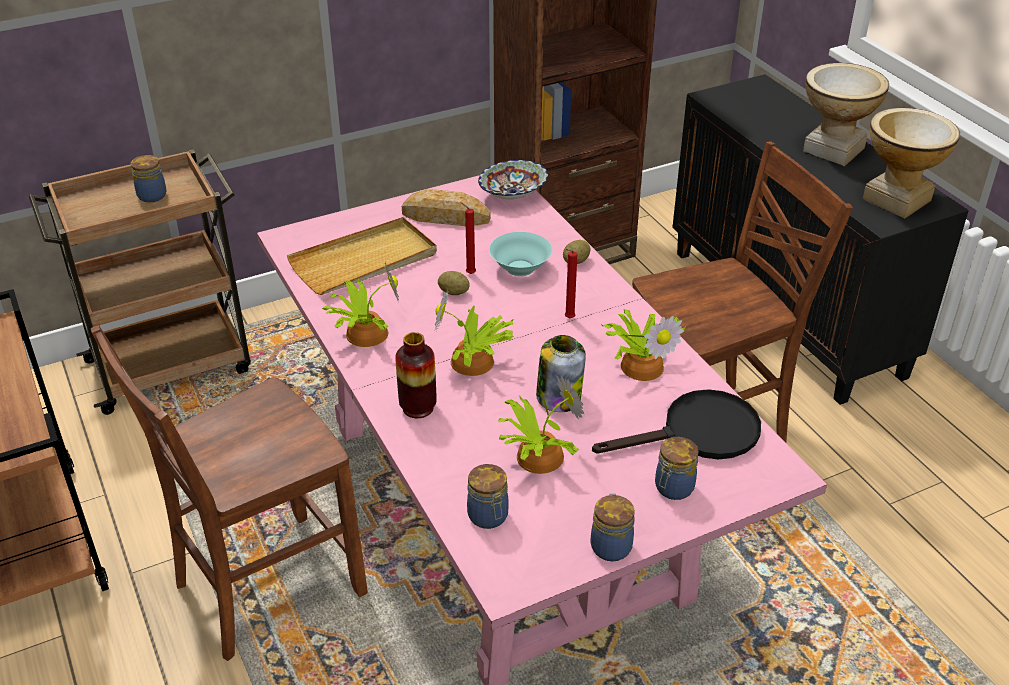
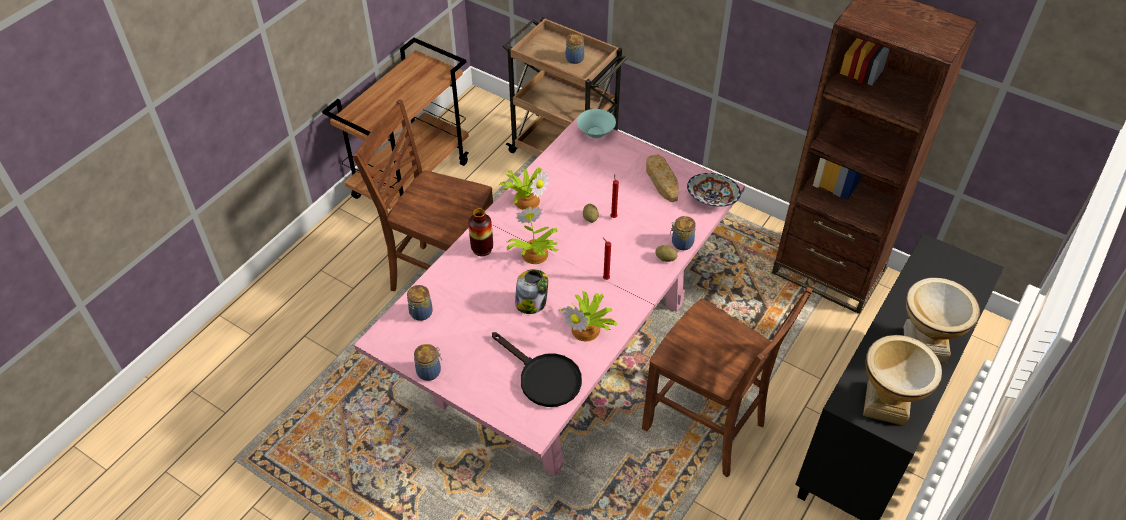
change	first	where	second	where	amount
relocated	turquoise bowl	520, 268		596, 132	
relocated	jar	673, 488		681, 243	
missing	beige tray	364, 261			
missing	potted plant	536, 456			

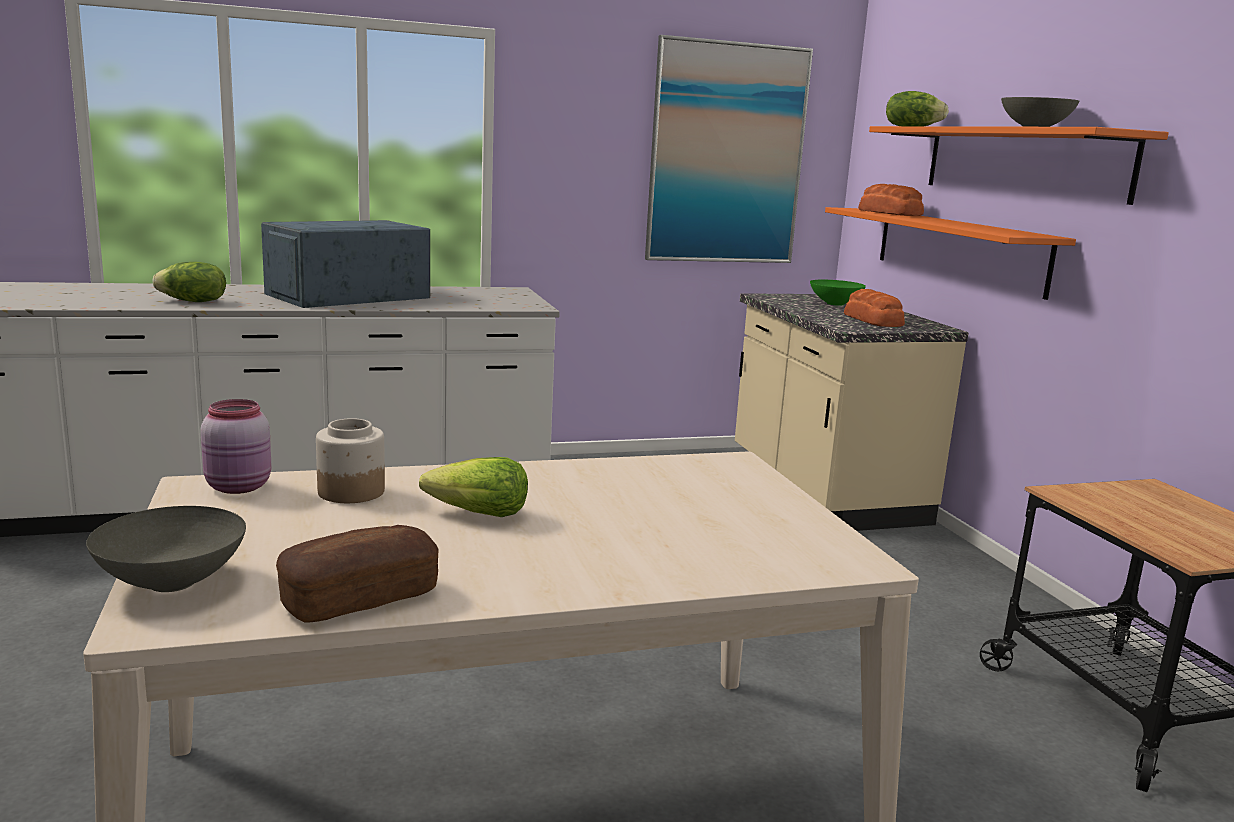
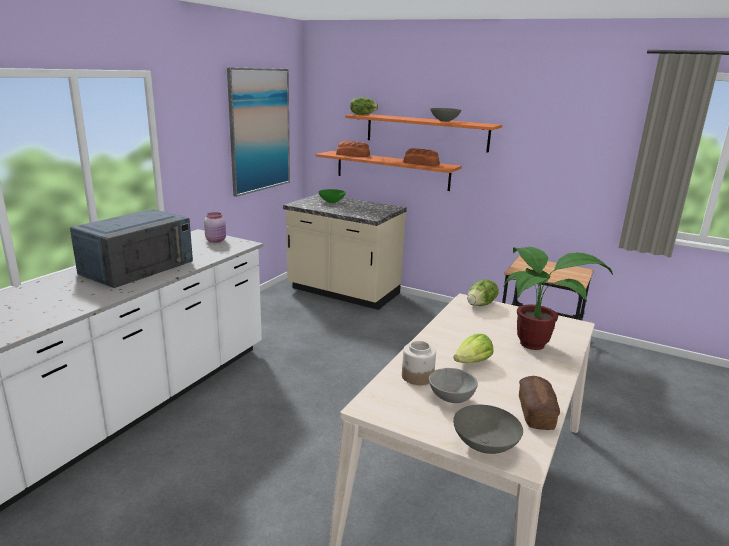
change	first	where	second	where	amount
spun	blue microwave	347, 296		138, 267	150 degrees counterclockwise
relocated	pink jar	240, 487		216, 240	
relocated	bread	873, 320		421, 163	
appeared			grey bowl	450, 399	
relocated	lettuce	193, 302		481, 304	
appeared			potted plant	537, 343	

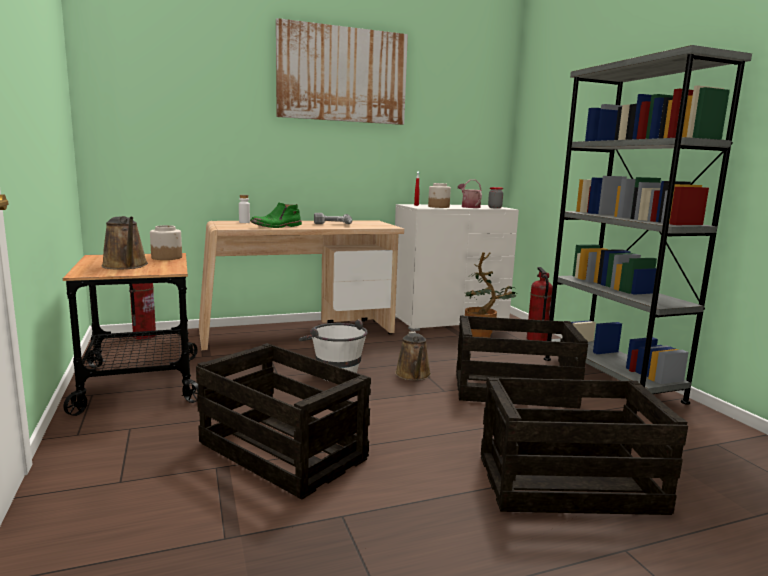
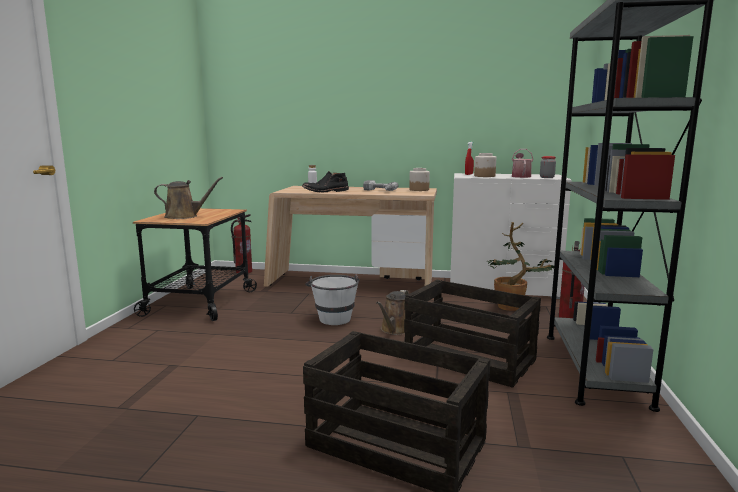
change	first	where	second	where	amount
spun	brown watering can	126, 266		184, 216	90 degrees counterclockwise
colour	green boot	277, 226	black boot	325, 191	
relocated	jar	167, 257		419, 190	
missing	crate	284, 451			
missing	picture	342, 75			

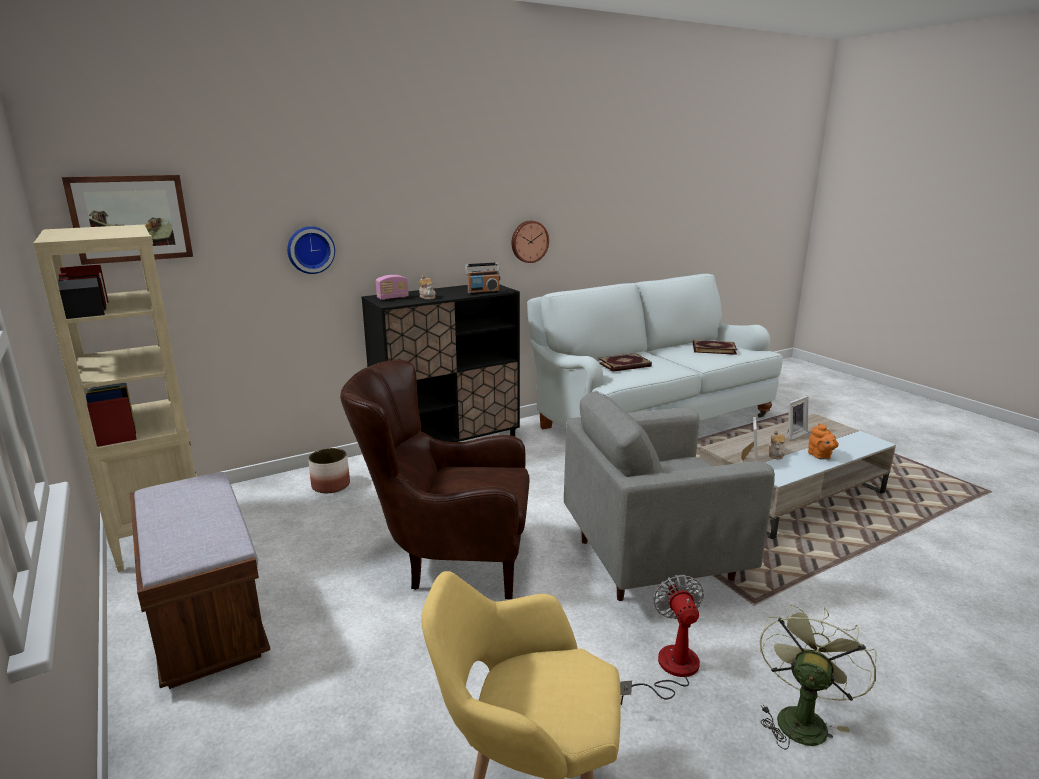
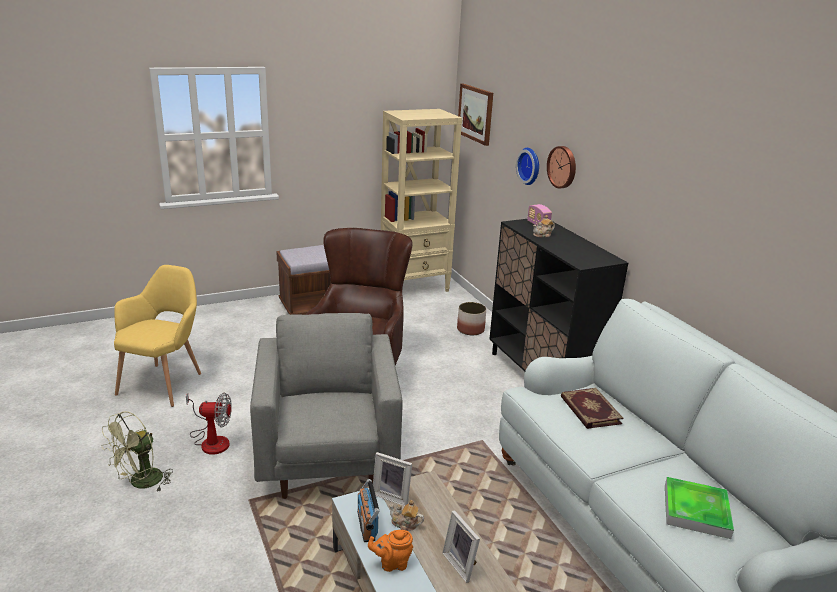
change	first	where	second	where	amount
spun	green fan	801, 717		141, 483	90 degrees clockwise
relocated	radio	483, 292		367, 525	
relocated	wall clock	529, 241		563, 167	
exchanged	book	714, 349	tray	696, 511	

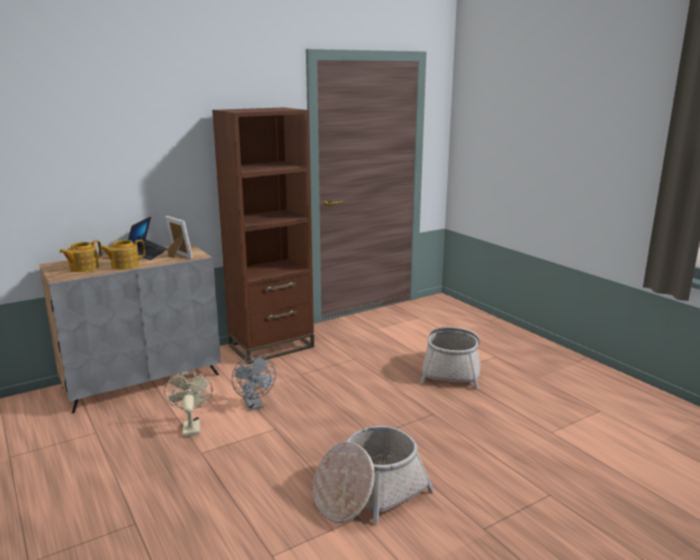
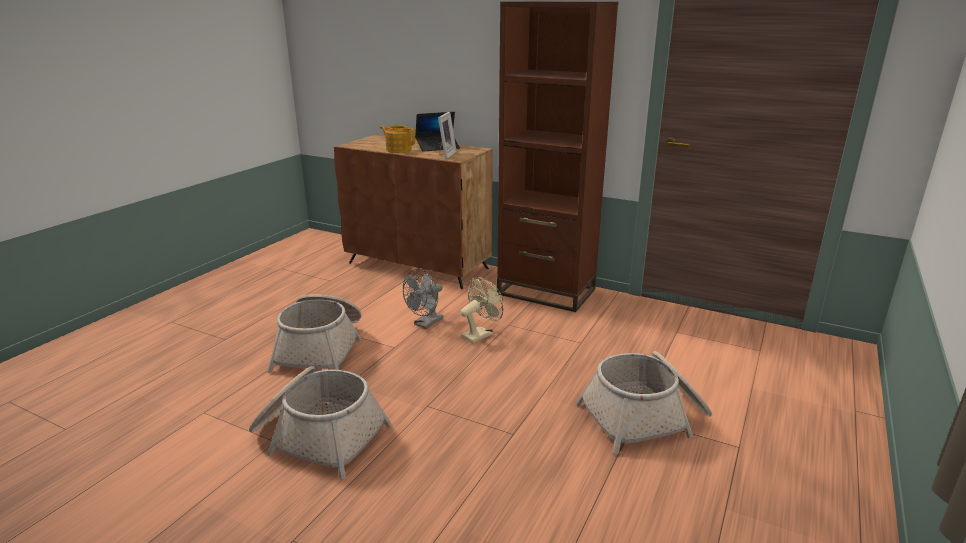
change	first	where	second	where	amount
appeared			basket	321, 348	
colour	grey cabinet	143, 380	brown cabinet	419, 266	
relocated	beige fan	191, 426		480, 334	
missing	teapot	83, 268			

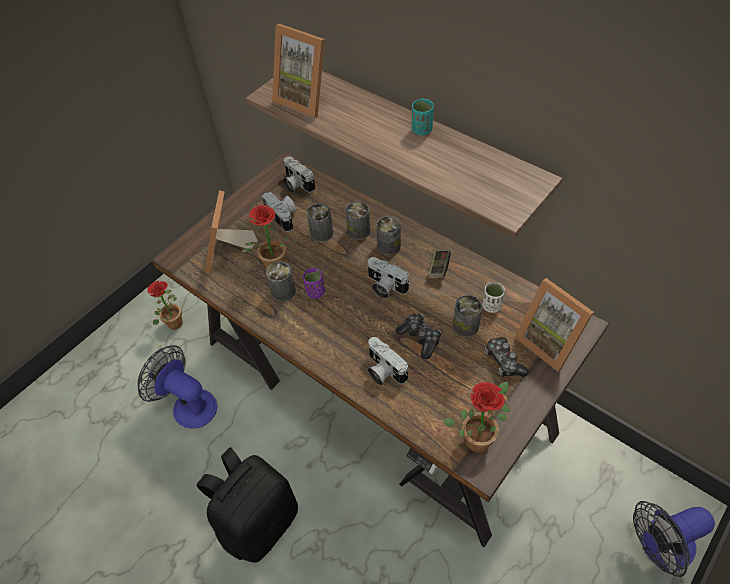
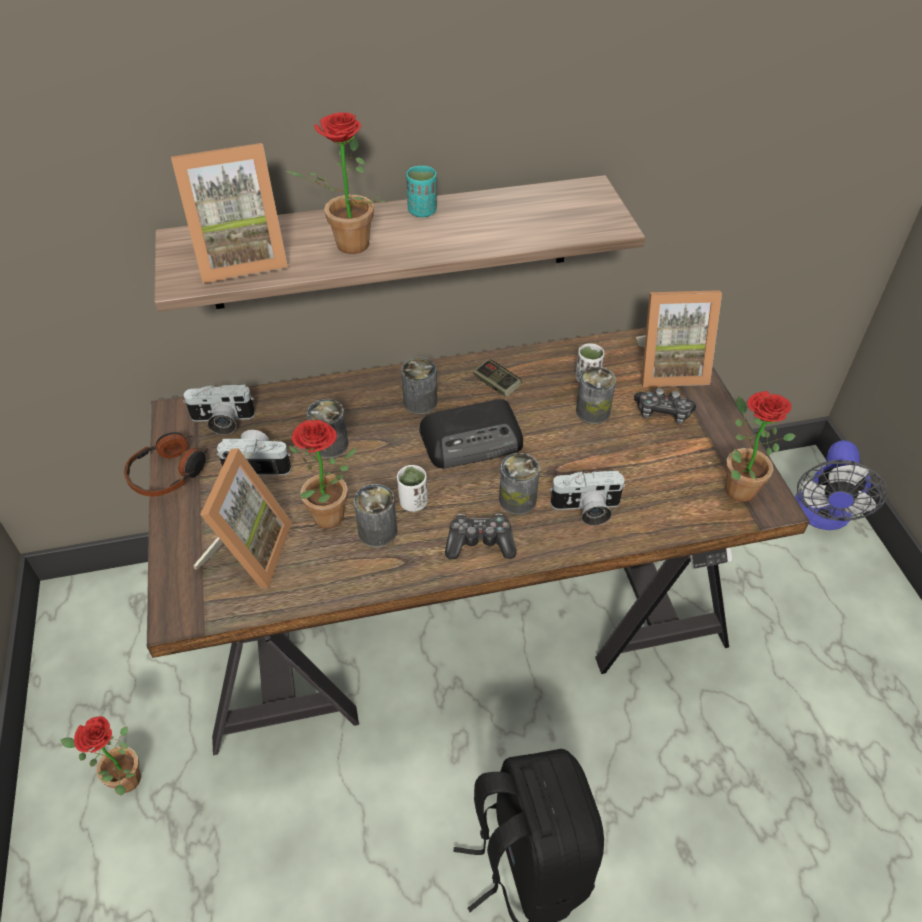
change	first	where	second	where	amount
appeared			headphones	169, 473	
spun	picture frame	228, 253		248, 552	120 degrees counterclockwise
appeared			potted plant	346, 247	
colour	purple cup	315, 292	white cup	413, 502	
exchanged	photo camera	384, 287	radio	473, 440	
relocated	game controller	420, 338		480, 543	
relocated	can	359, 231		517, 500	
missing	fan	188, 404			

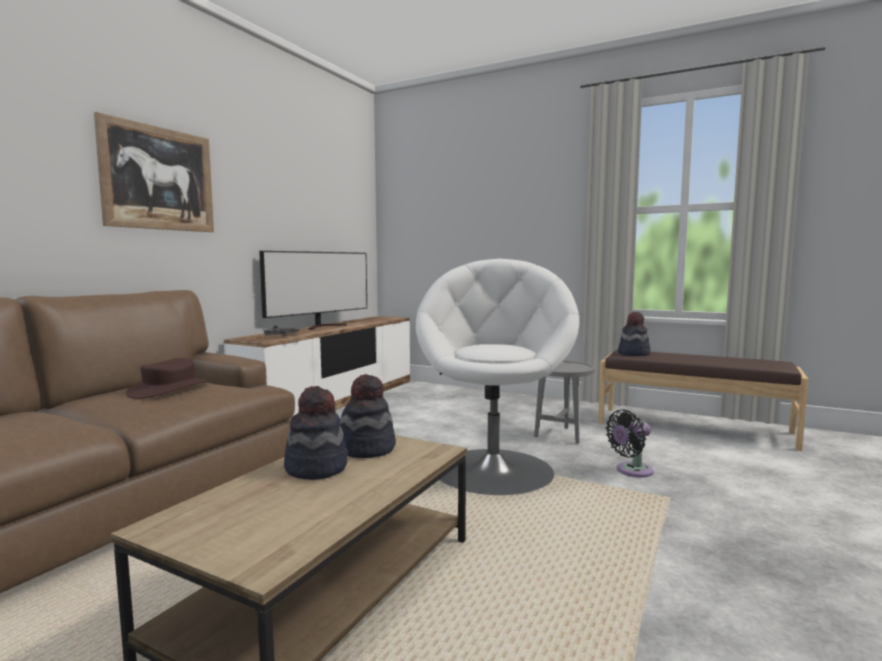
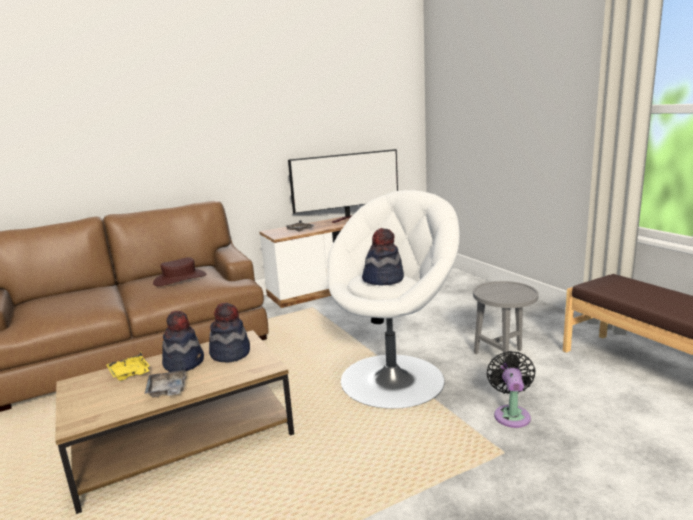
change	first	where	second	where	amount
appeared			yellow tray	130, 374	
appeared			grey tray	167, 390	
relocated	hat	633, 354		383, 279	
spun	black fan	631, 471		511, 414	90 degrees clockwise
missing	picture	159, 178			

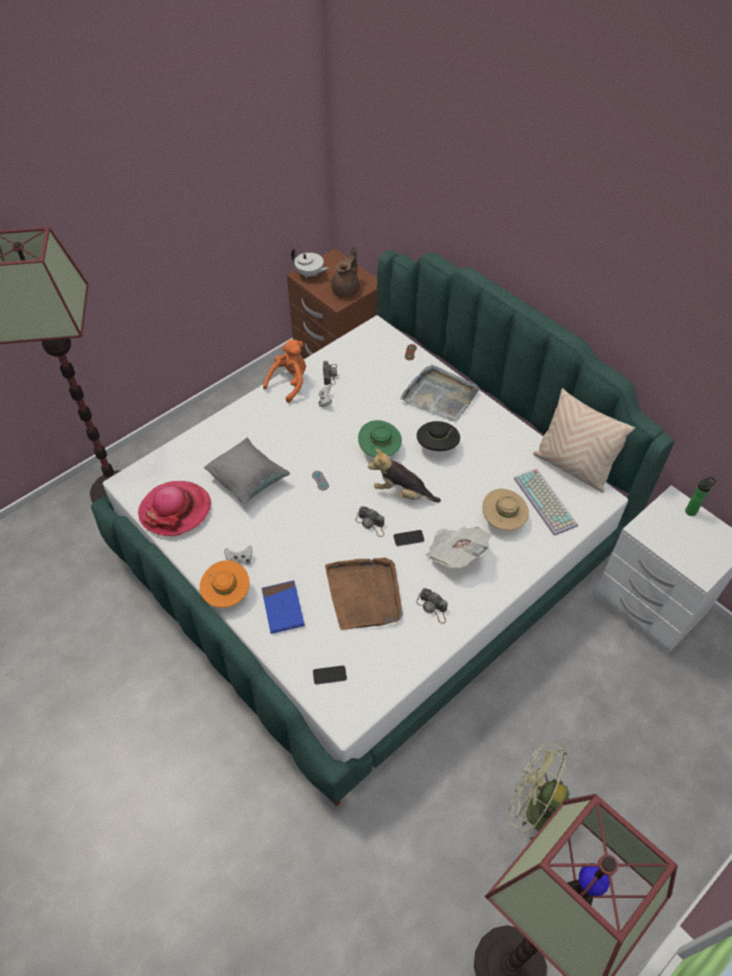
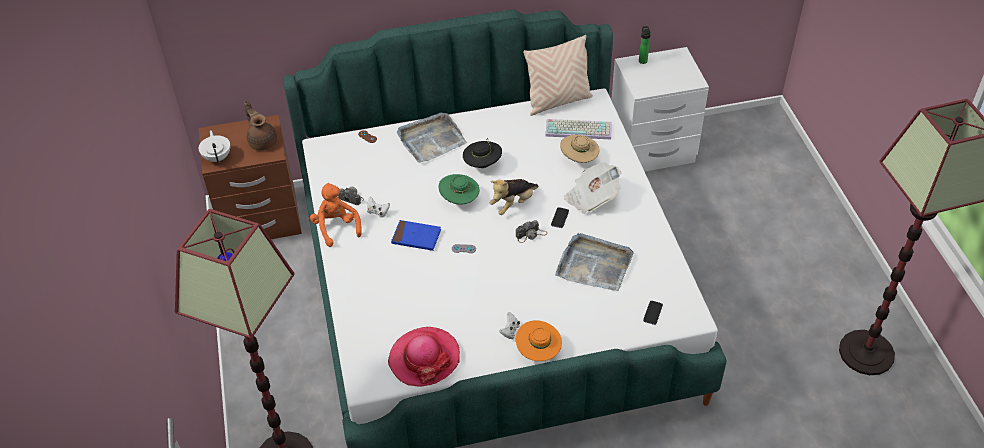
change	first	where	second	where	amount
spun	white teapot	310, 274		217, 157	75 degrees counterclockwise
relocated	blue book	283, 608		416, 237	
colour	brown tray	364, 594	grey tray	594, 265	
missing	grey pillow	248, 481			
missing	photo camera	432, 608			
missing	green fan	535, 811			

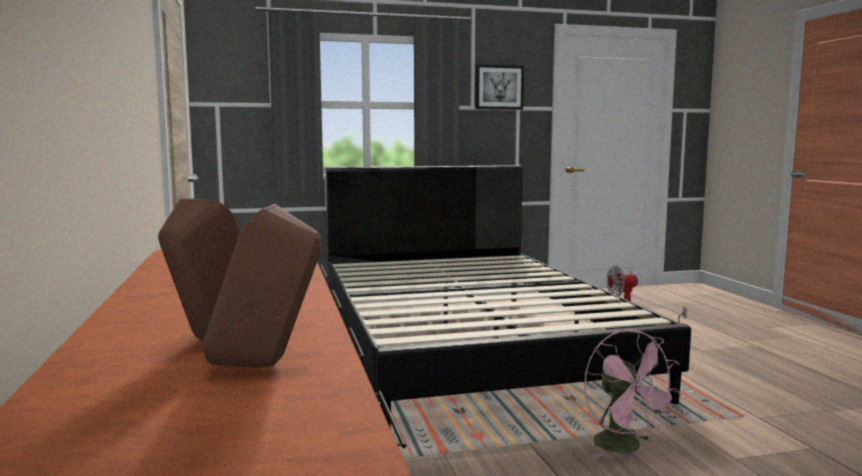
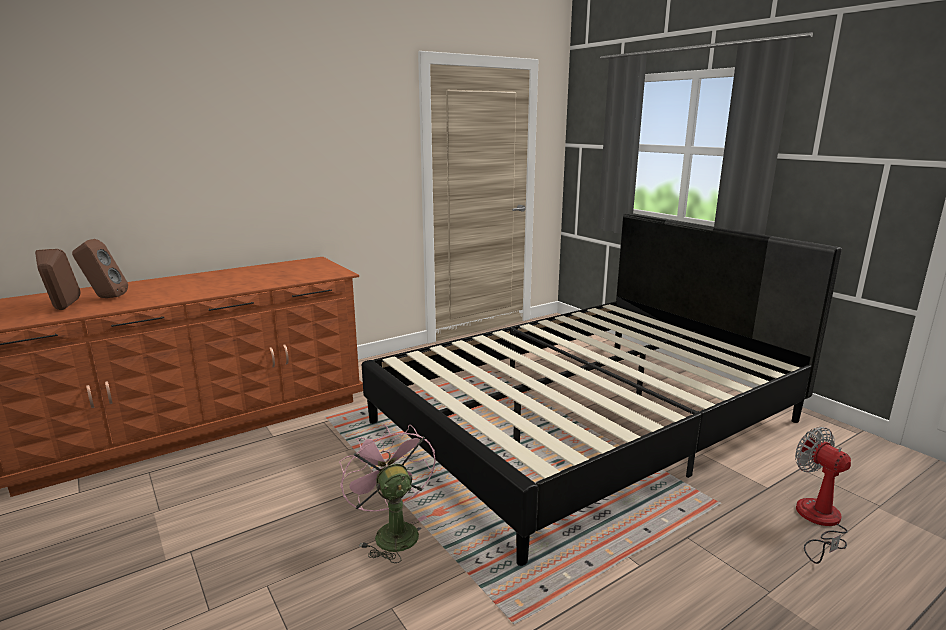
change	first	where	second	where	amount
spun	pink fan	625, 448		391, 532	105 degrees clockwise
missing	picture	499, 87			

